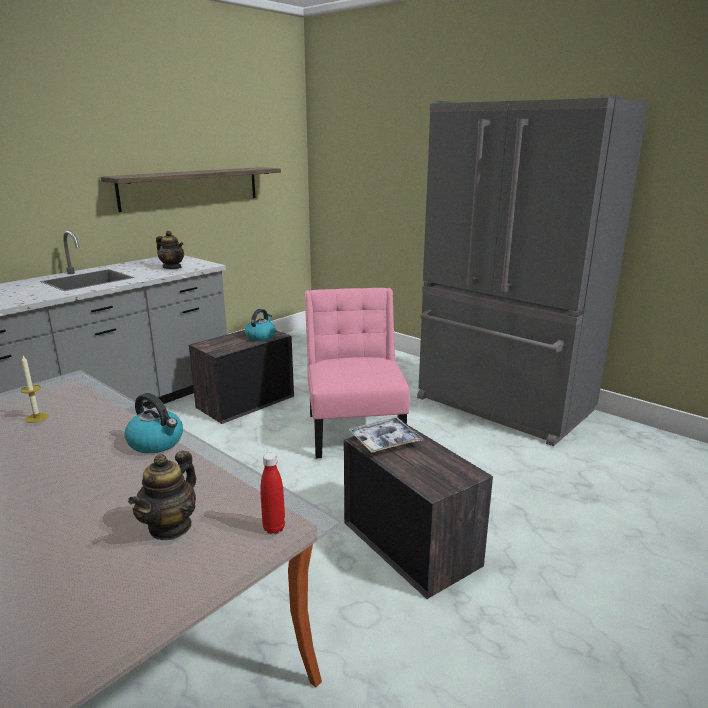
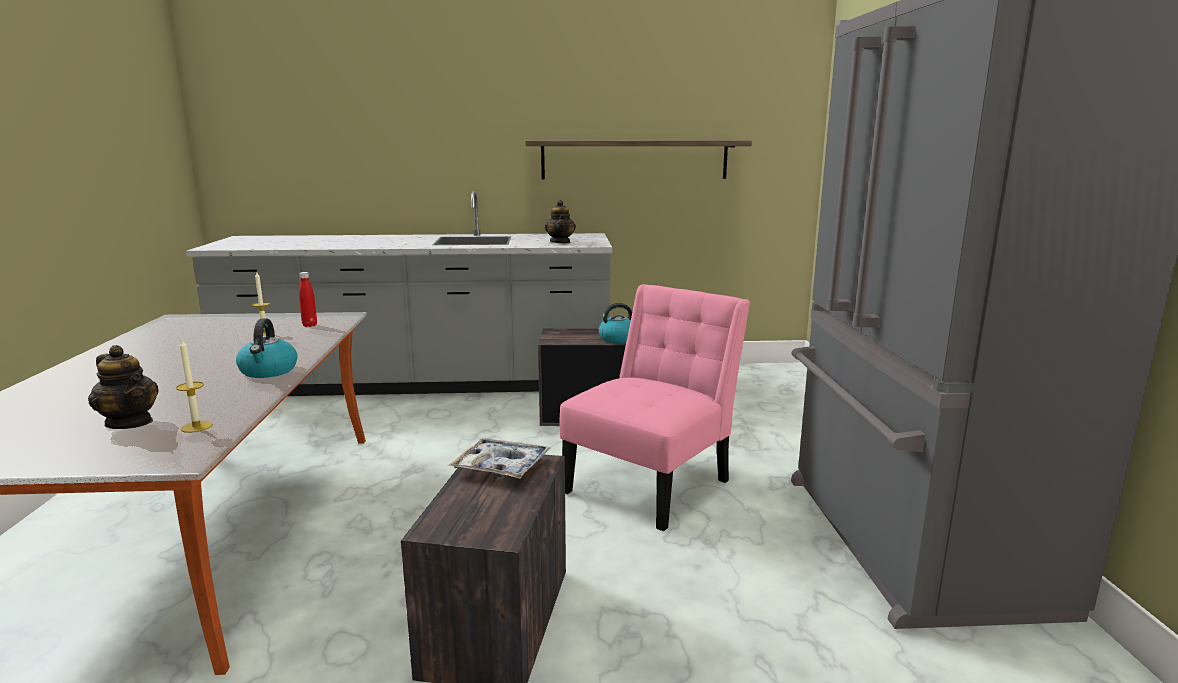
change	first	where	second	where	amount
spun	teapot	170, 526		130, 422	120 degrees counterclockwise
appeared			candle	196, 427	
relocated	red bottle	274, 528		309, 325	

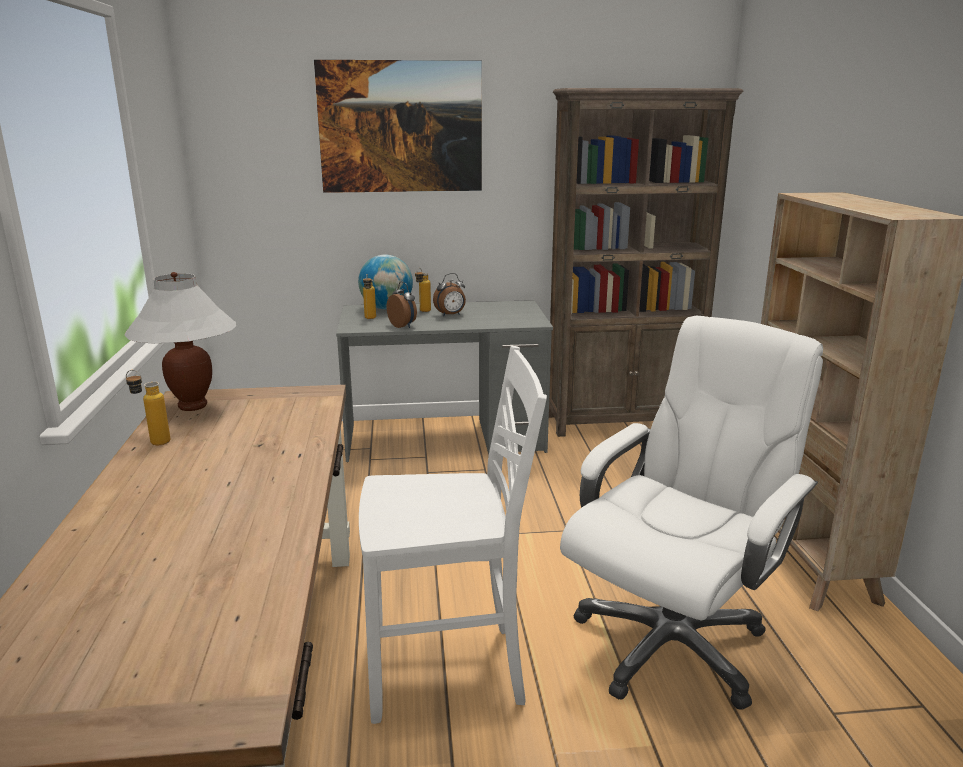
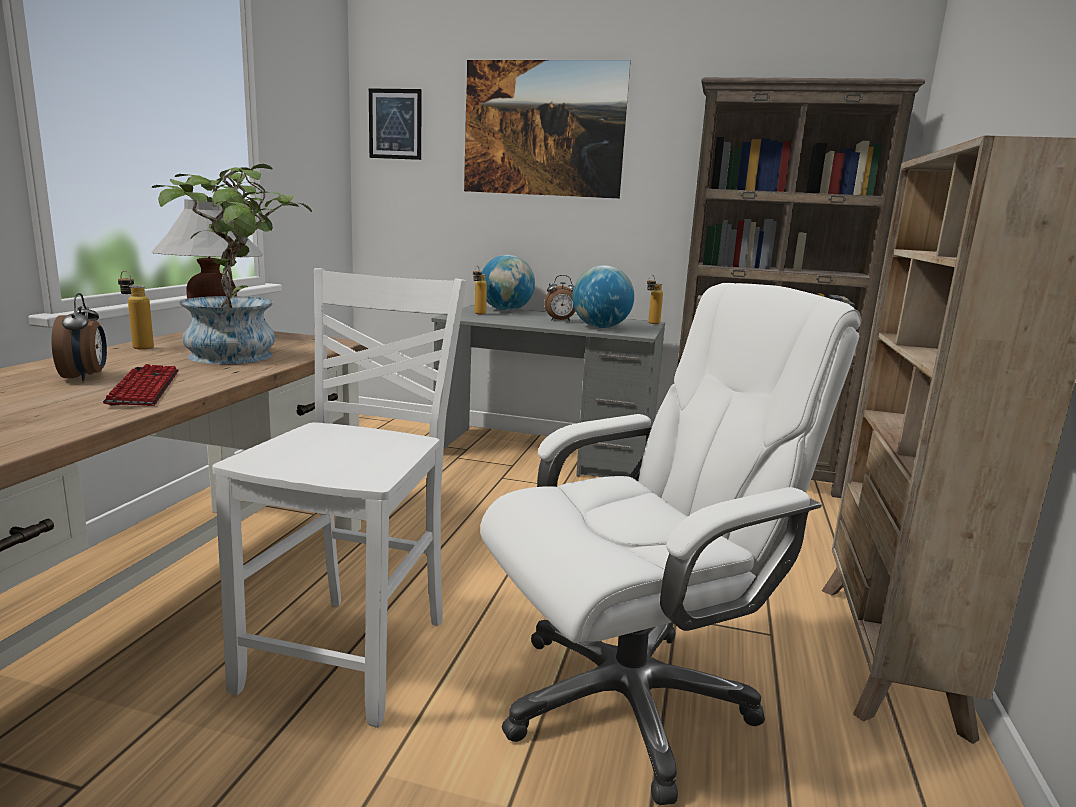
change	first	where	second	where	amount
relocated	alarm clock	403, 326		85, 377	
appeared			keyboard	145, 388	
appeared			potted plant	240, 357	
spun	white chair	448, 670		353, 653	90 degrees counterclockwise
appeared			picture	395, 124	
appeared			globe	600, 327	
relocated	bottle	423, 311		651, 323	

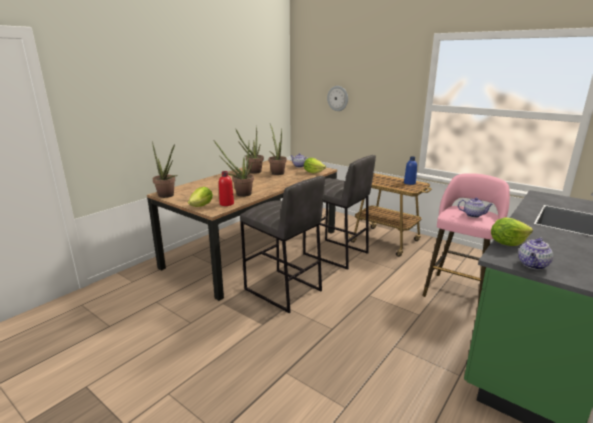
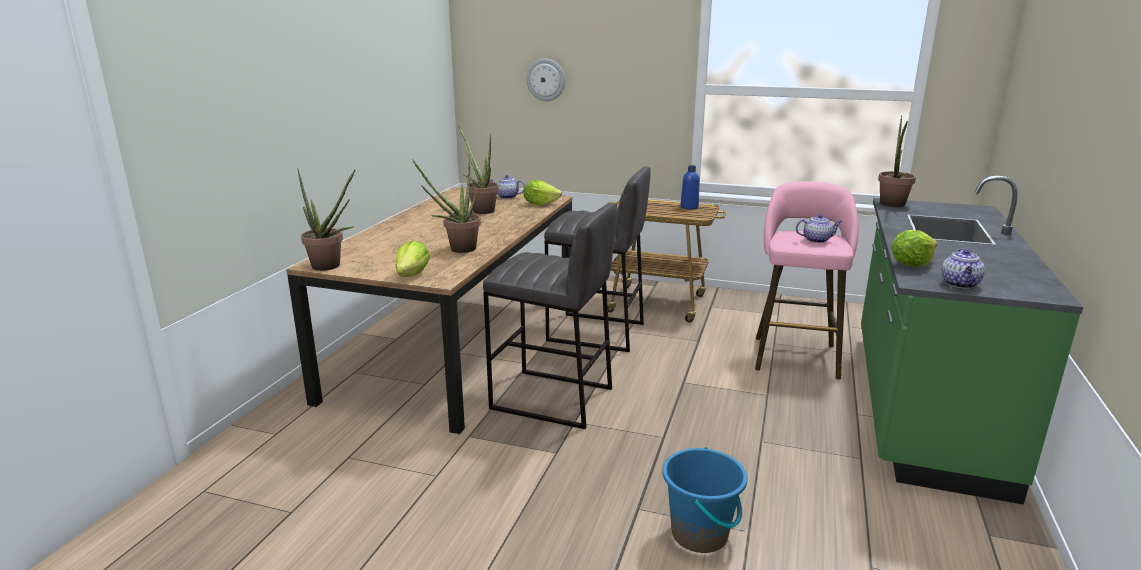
change	first	where	second	where	amount
appeared			blue bucket	700, 534	
relocated	potted plant	252, 172		892, 205	
missing	red bottle	226, 204			

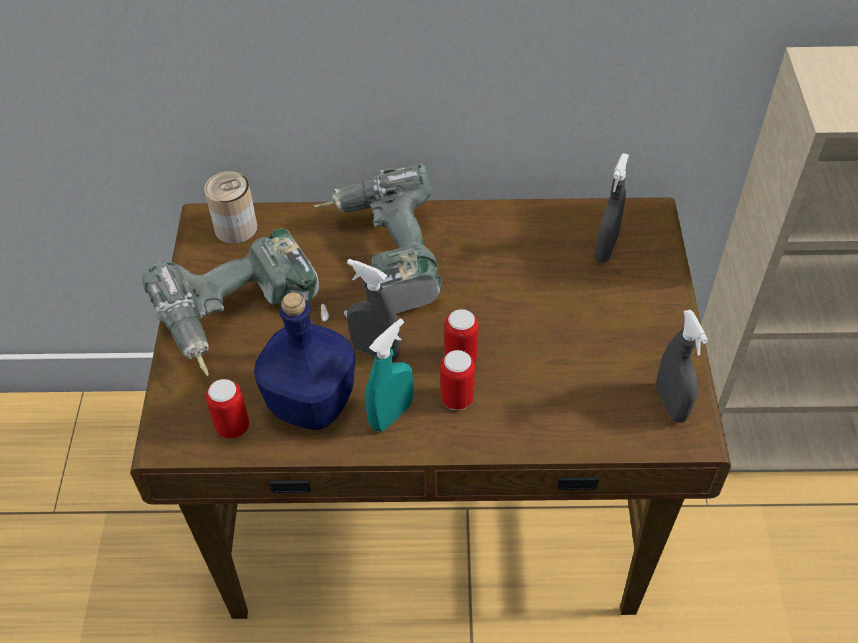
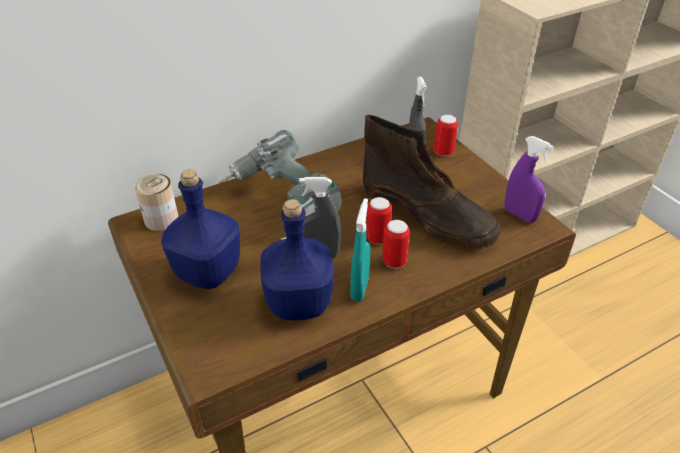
change	first	where	second	where	amount
exchanged	power drill	243, 321	blue bottle	209, 273	
appeared			brown boot	428, 215	
relocated	can	233, 427		443, 152	
colour	grey spray bottle	671, 404	purple spray bottle	519, 215	

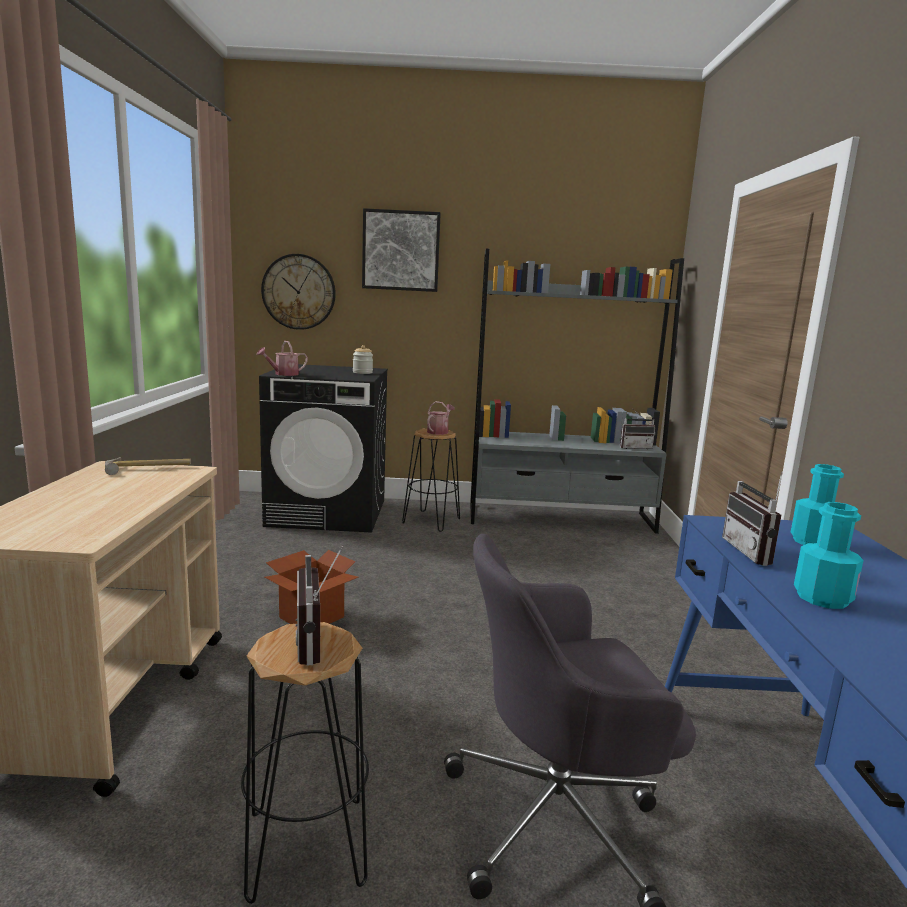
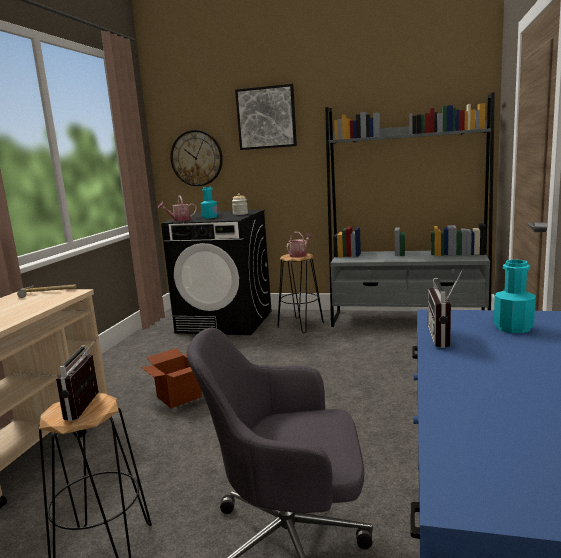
change	first	where	second	where	amount
relocated	turquoise bottle	822, 598		210, 217	
missing	radio	635, 447			

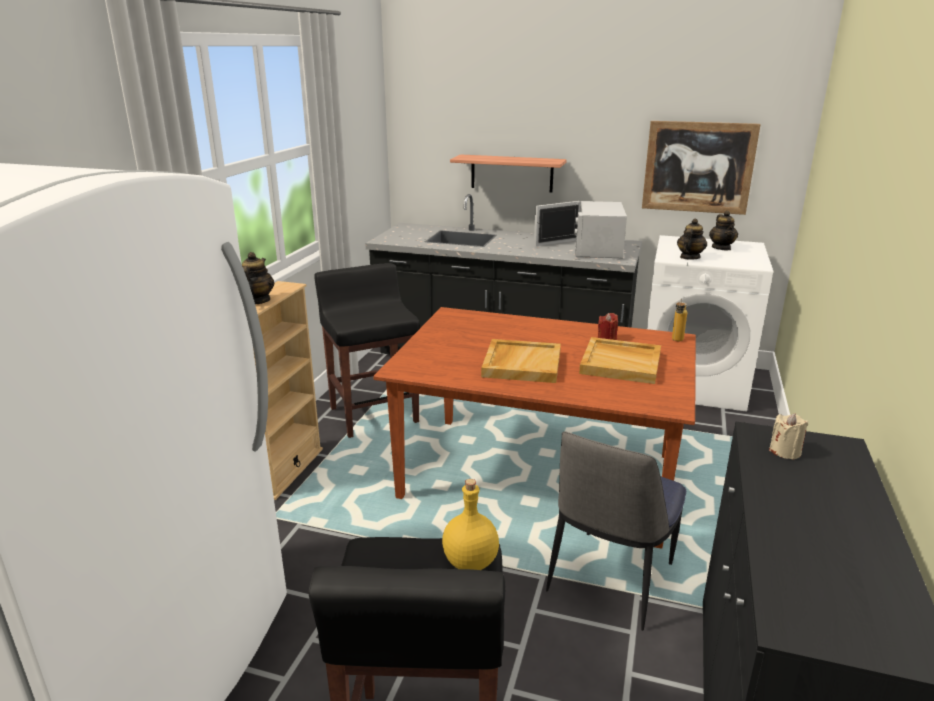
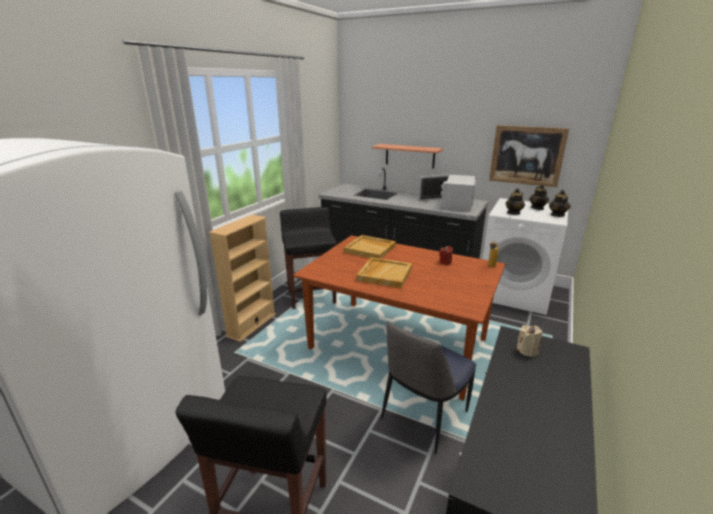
change	first	where	second	where	amount
relocated	beige tray	621, 363		370, 249	
relocated	teapot	257, 301		557, 215	
missing	yellow bottle	470, 561			

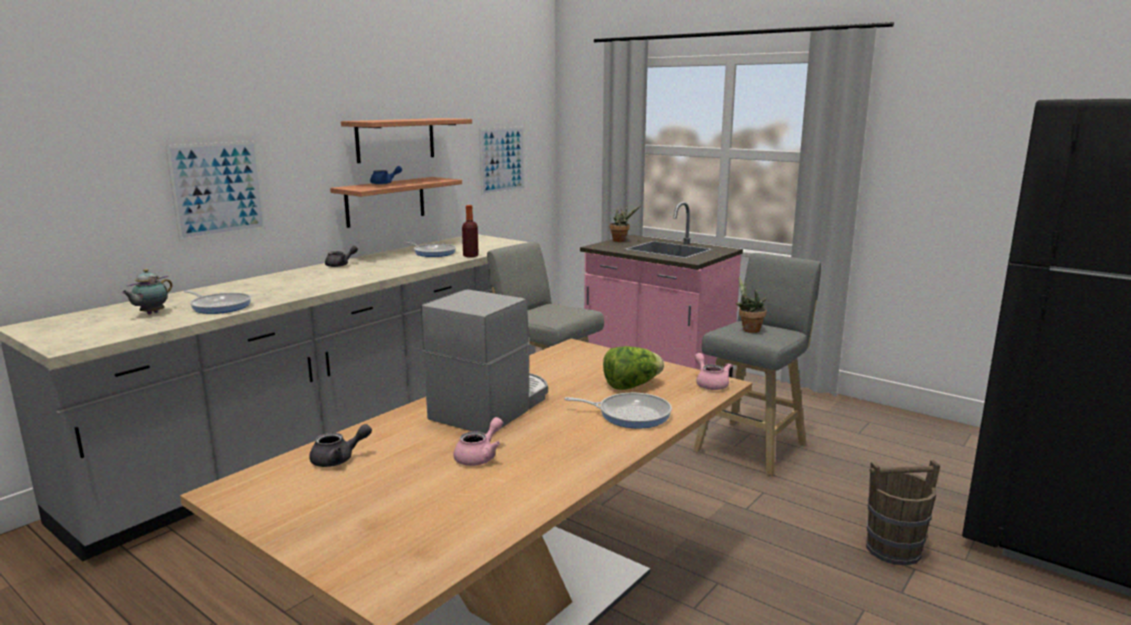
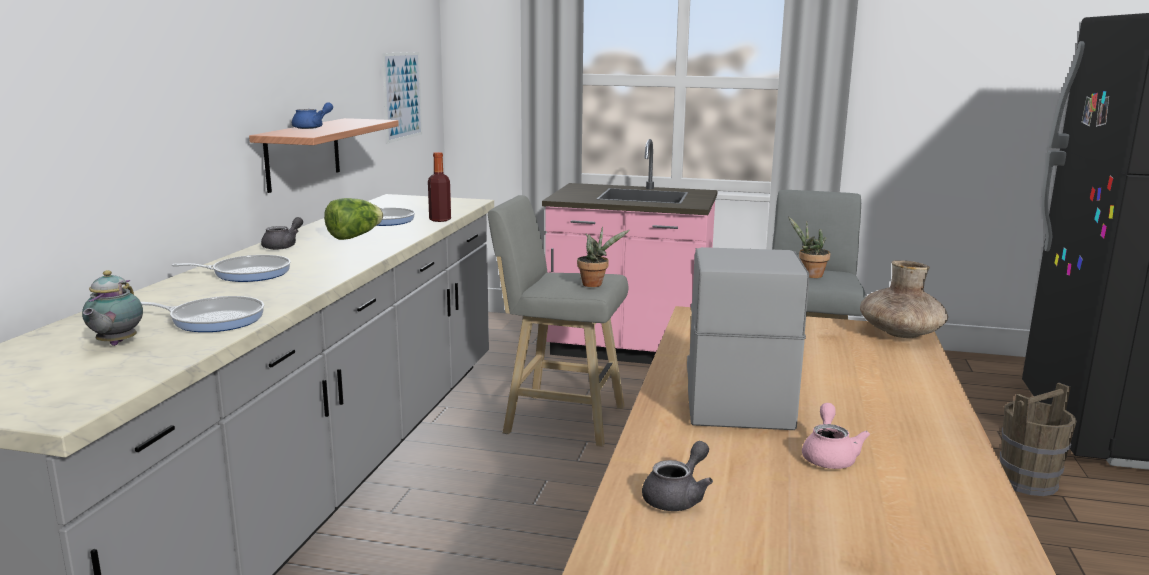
change	first	where	second	where	amount
relocated	frying pan	630, 414		247, 273	
relocated	lettuce	631, 386		354, 237	
relocated	potted plant	621, 240		595, 284	
exchanged	pink teapot	710, 384	brown vase	900, 333	
missing	picture	218, 189			
missing	shelf	395, 139			

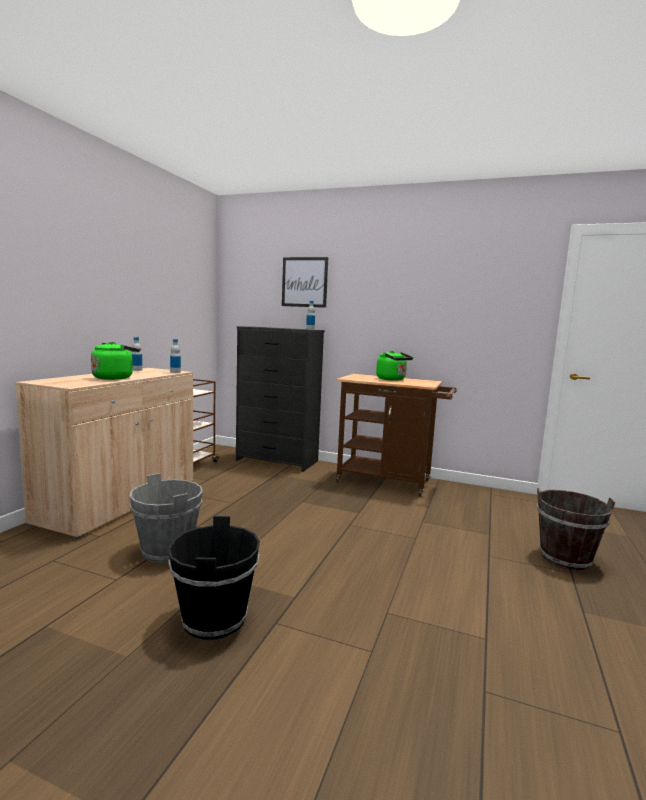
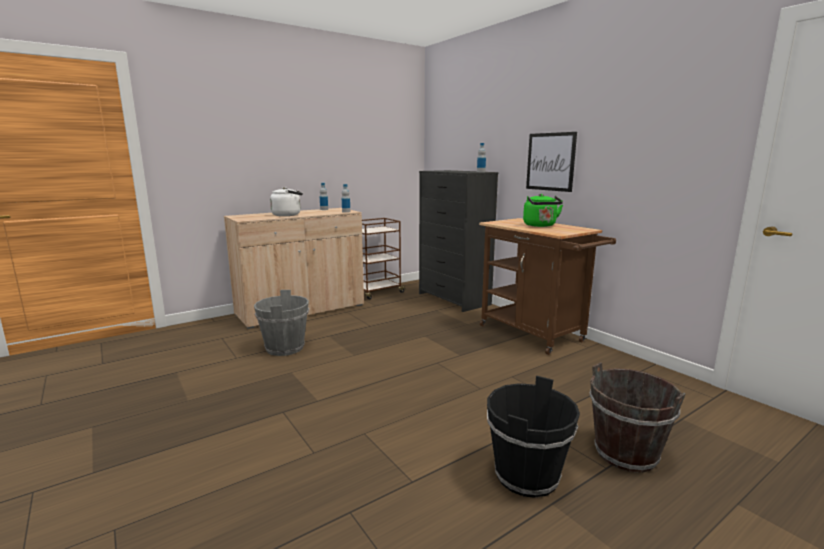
change	first	where	second	where	amount
colour	green kettle	115, 378	white kettle	288, 215	
relocated	black bucket	215, 619		527, 476	
relocated	picture	304, 282		550, 162	

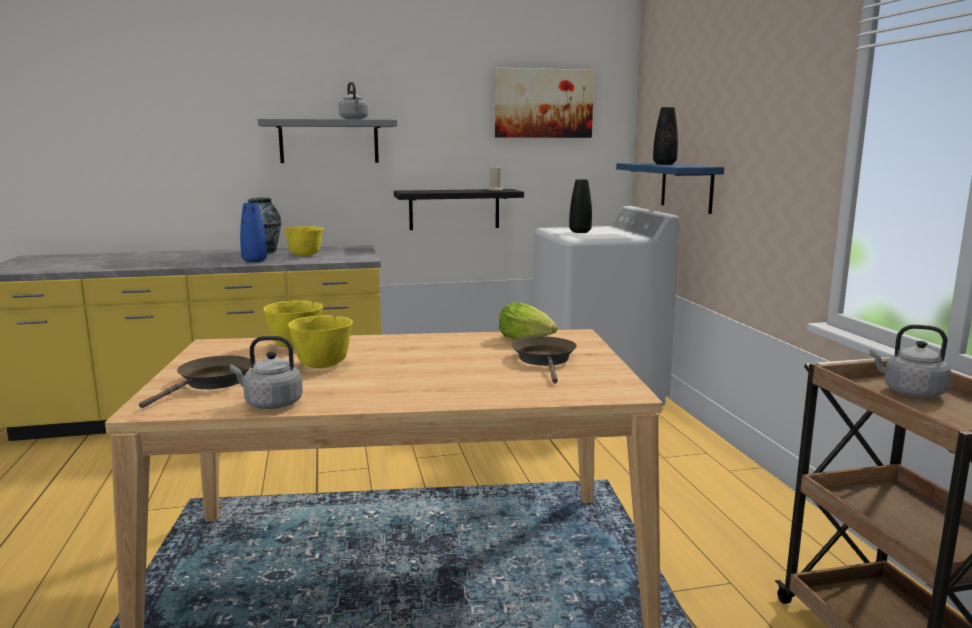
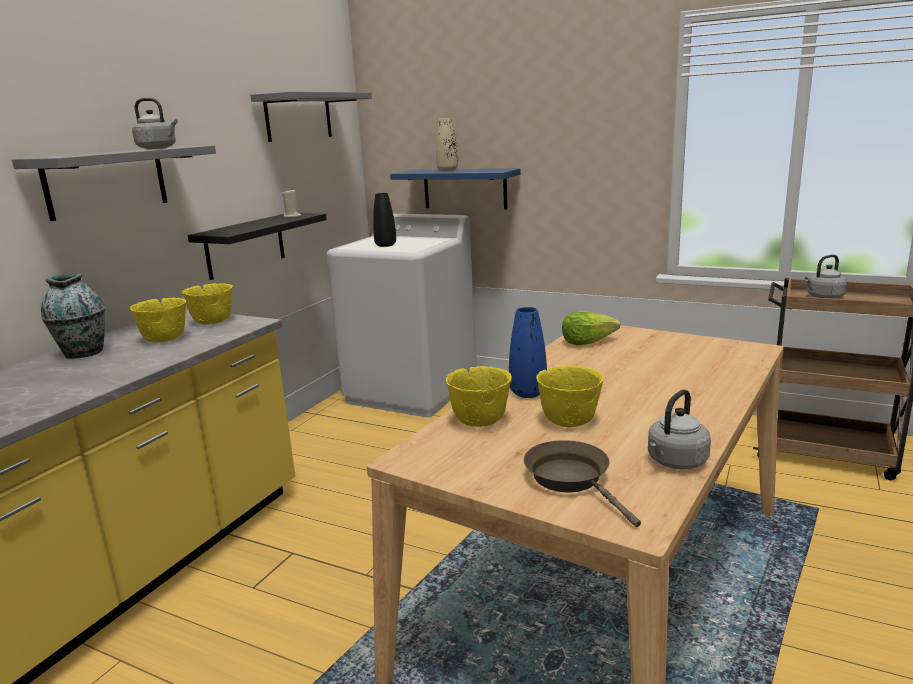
change	first	where	second	where	amount
appeared			yellow bowl	212, 322	
exchanged	picture	543, 103	grey shelf	298, 117	
colour	black vase	664, 164	beige vase	447, 170	
relocated	blue vase	254, 261		528, 393	
missing	brown frying pan	545, 360			

